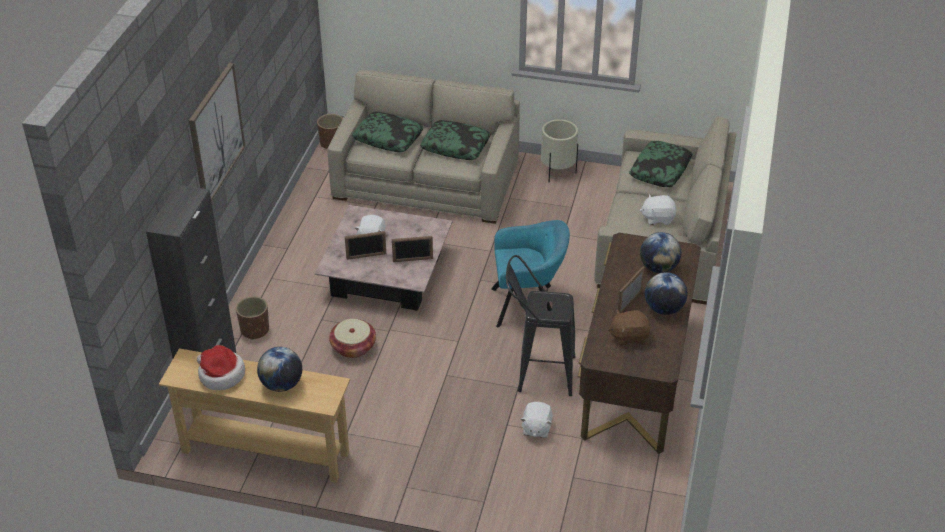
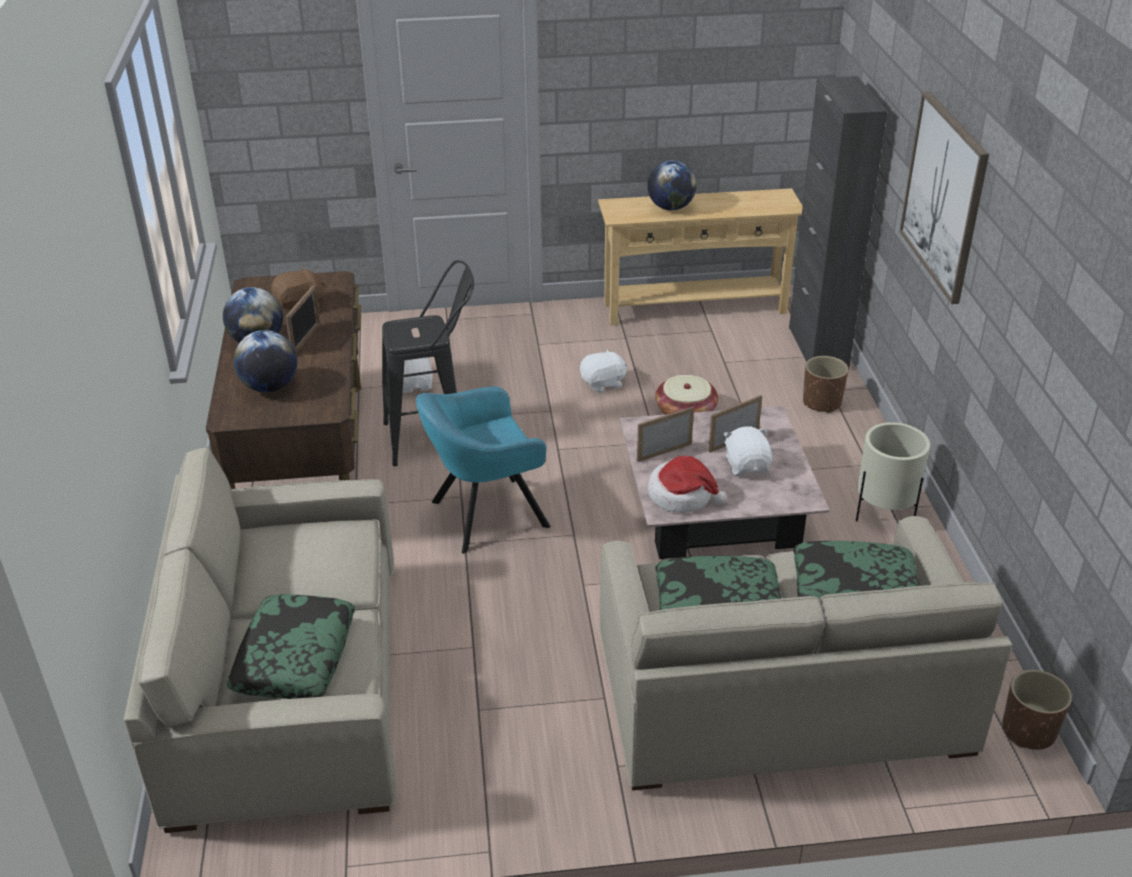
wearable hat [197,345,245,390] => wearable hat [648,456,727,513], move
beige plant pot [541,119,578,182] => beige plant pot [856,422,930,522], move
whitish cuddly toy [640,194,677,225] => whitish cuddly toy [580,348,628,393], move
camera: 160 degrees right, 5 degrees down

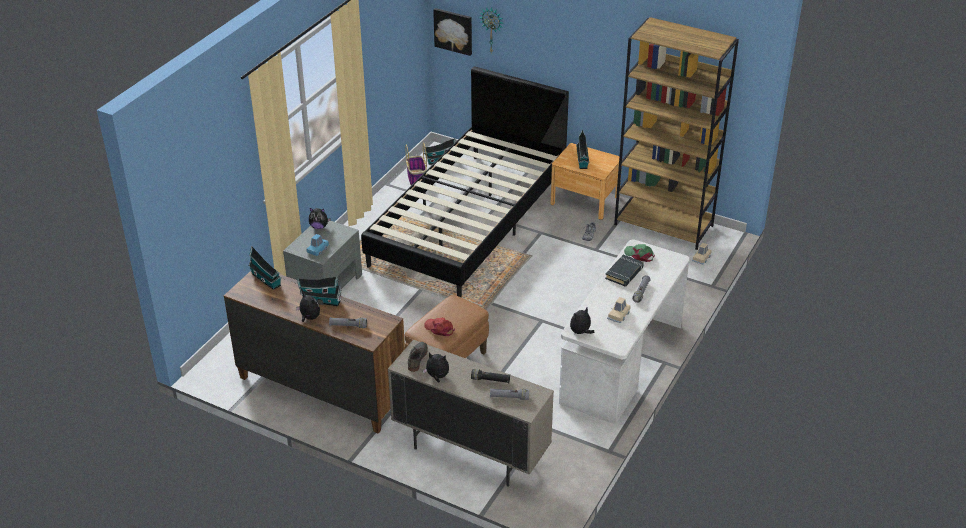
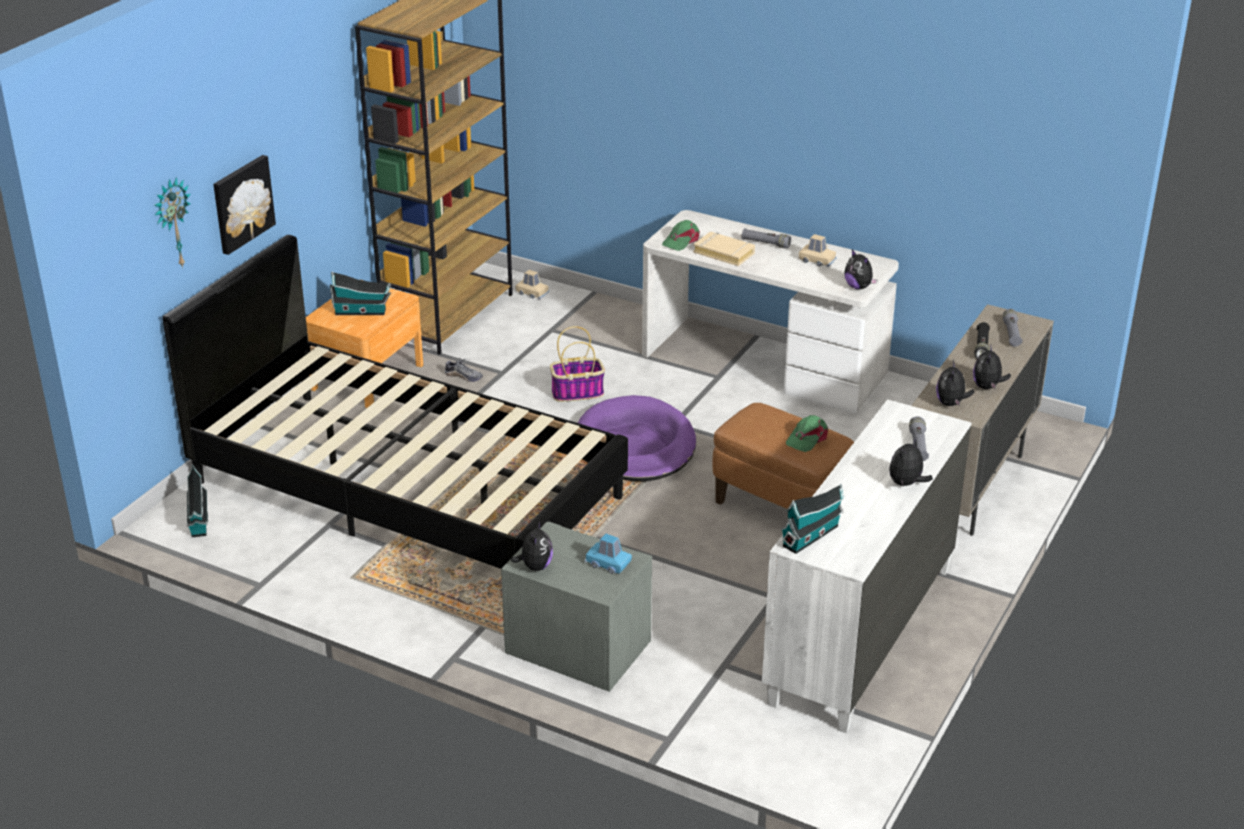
brown dresser [224,271,405,433] => whitish dresser [762,399,972,733]
toy house [297,277,342,306] => nothing
household basket [405,143,427,185] => household basket [550,326,605,402], move
greyish item of footwear [408,342,428,372] => cuddly toy [936,360,974,406]
red baseball cap [424,318,455,336] => green-coloured baseball cap [786,415,828,452]
wall picture [433,8,472,56] => wall picture [213,155,276,255], move
black bound book [605,254,644,287] => beige bound book [693,232,755,266]
nothing => purplish dog bed [578,395,696,481]
camera: 90 degrees left, 5 degrees down

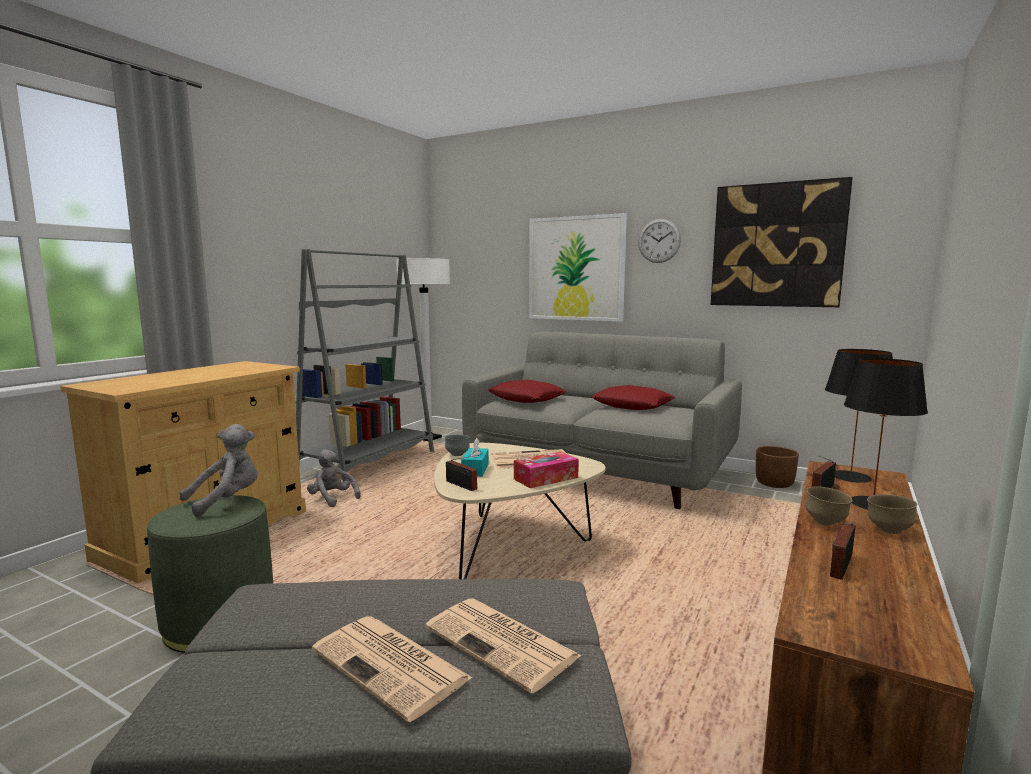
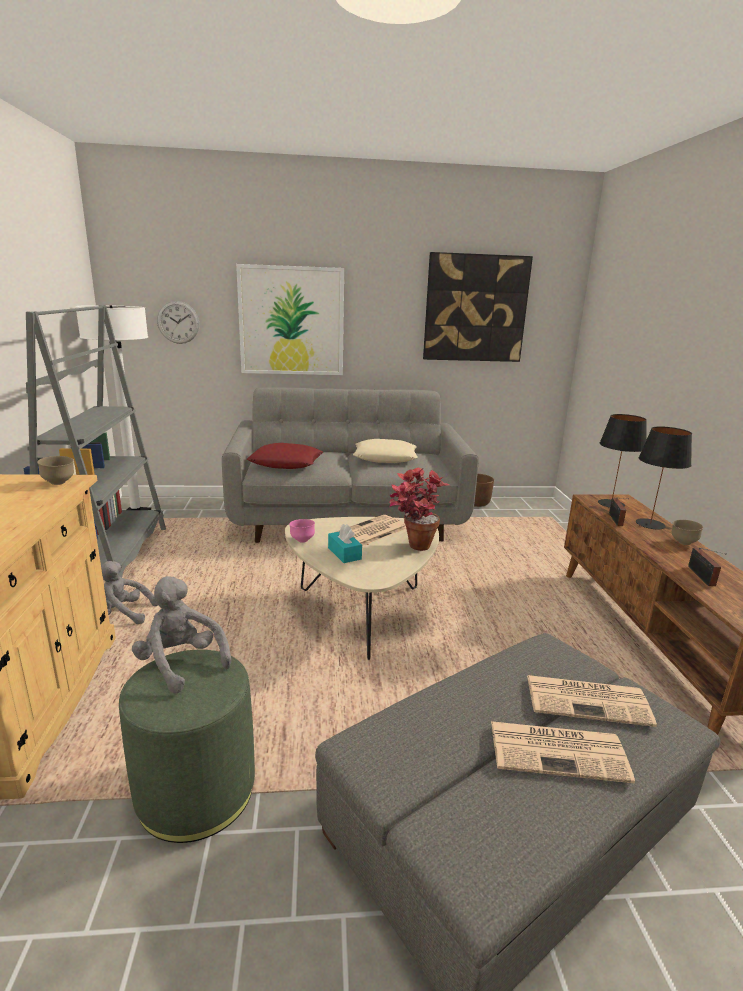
greyish cuddly toy [180,424,258,517] => greyish cuddly toy [132,576,231,693], 60 degrees counterclockwise
greyish deep dish [445,435,470,456] => pink-coloured deep dish [289,519,315,542]
radio receiver [446,455,479,491] => nothing
tissue box [514,452,579,488] => houseplant [389,468,449,551]
red cushion [591,385,675,410] => beige cushion [353,439,418,463]
clock on the wall [638,219,681,263] => clock on the wall [157,301,199,344], move
brown deep dish [805,486,852,526] => brown deep dish [37,456,74,485], move
camera: 35 degrees left, 10 degrees up

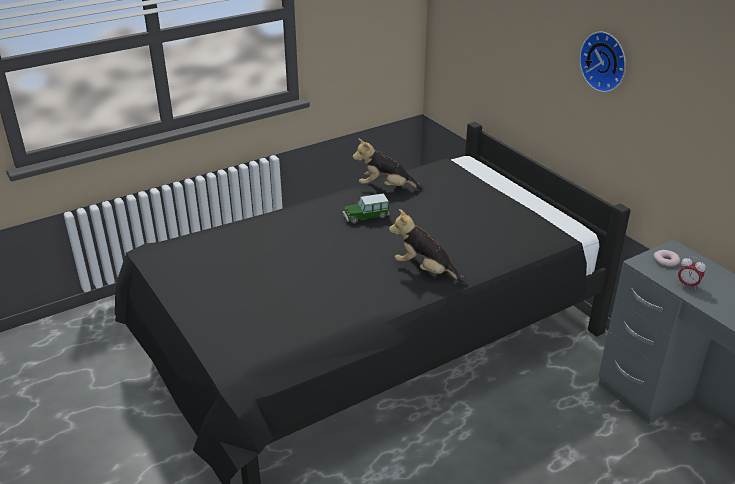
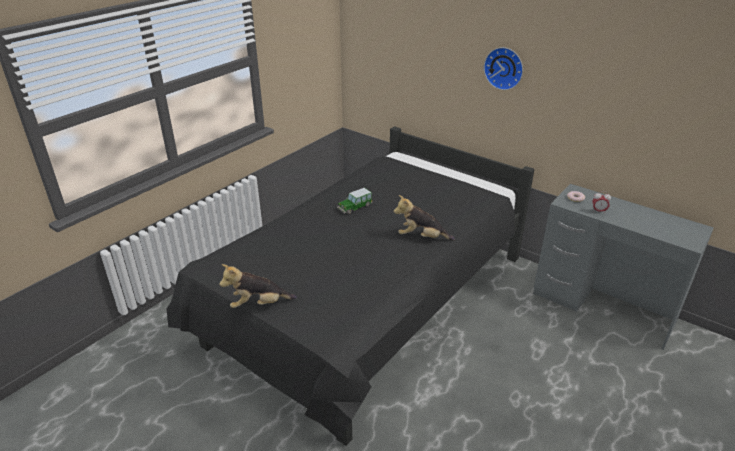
cuddly toy [353,138,423,190] => cuddly toy [219,264,297,308], move
camera: 20 degrees left, 0 degrees up

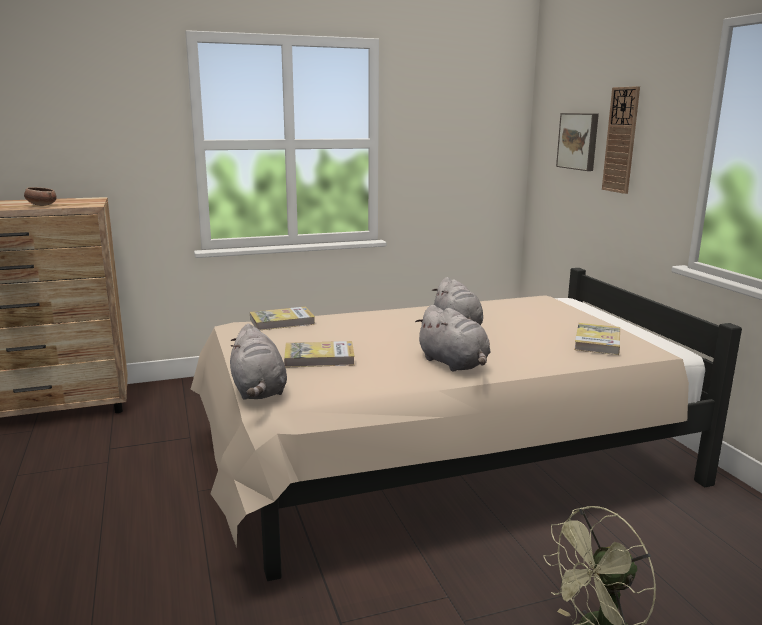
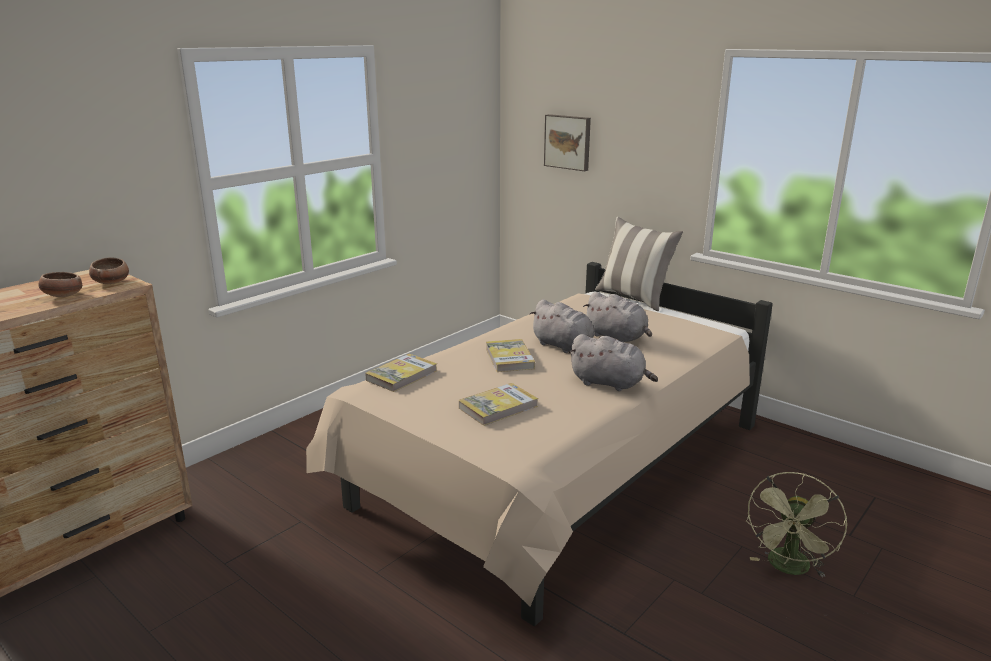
greyish cuddly toy [230,324,287,400] => greyish cuddly toy [583,292,652,342], move
bound book [574,323,620,355] => bound book [486,339,535,372], move
clock on the wall [602,86,640,194] => nothing
nothing => deep dish [89,257,129,284]
nothing => cushion [595,217,683,311]
camera: 30 degrees left, 5 degrees up

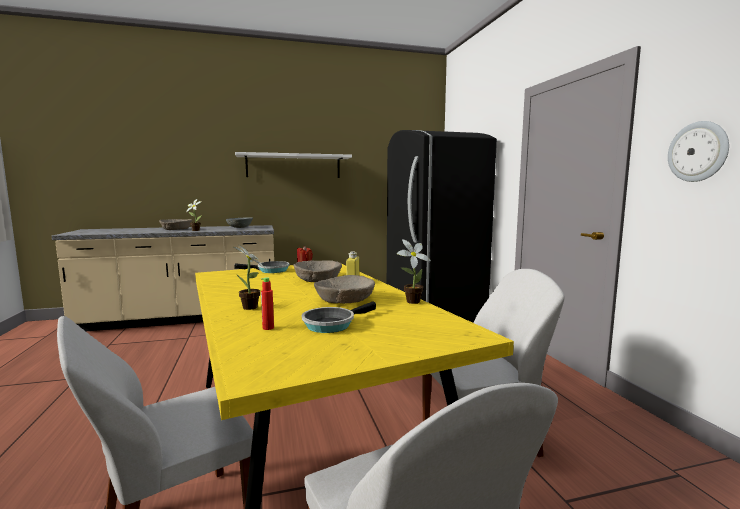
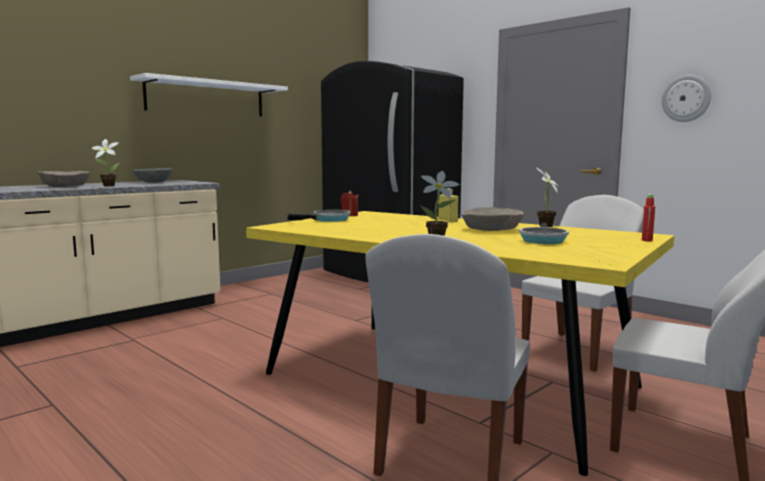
red bottle [261,277,274,330] => red bottle [642,194,655,241], move
beige deep dish [294,260,342,282] => nothing
camera: 30 degrees left, 0 degrees up

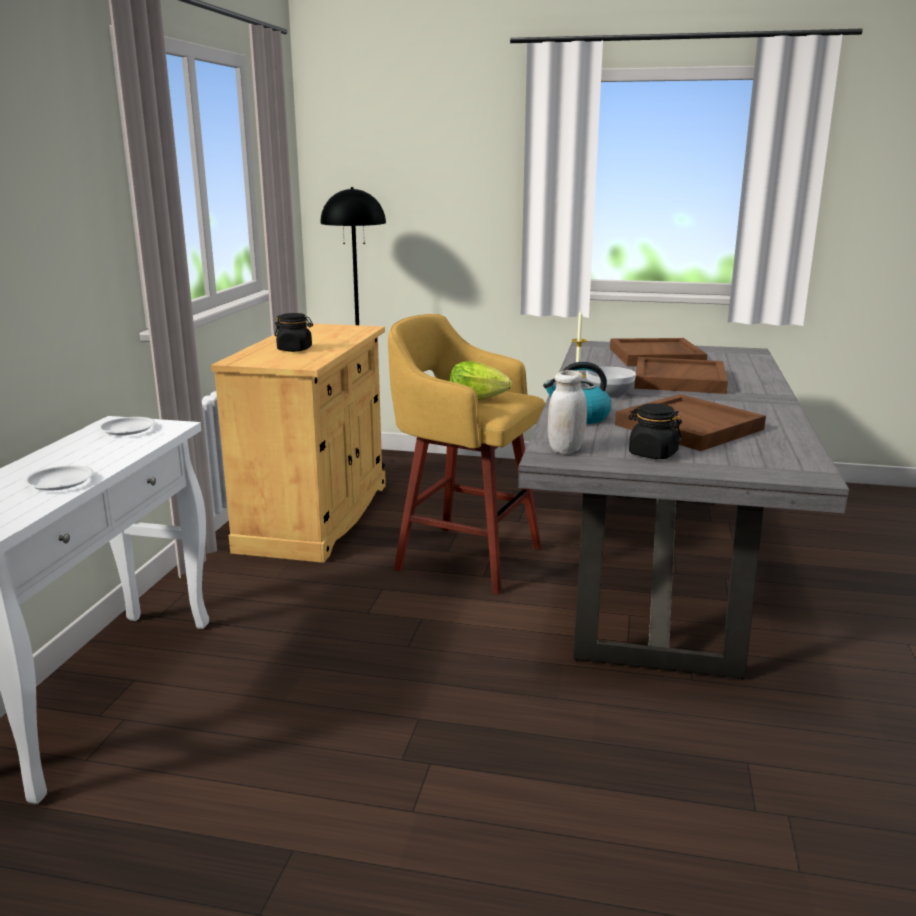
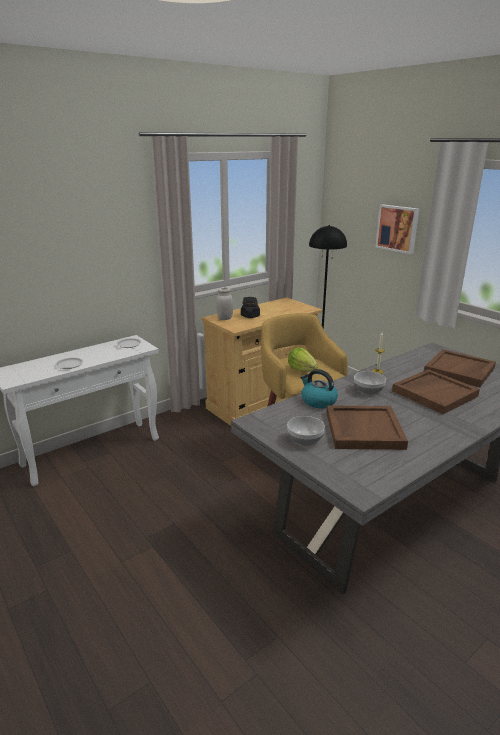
whitish jar [548,370,587,454] => whitish jar [216,287,233,320], move
black jar [629,403,682,459] => deep dish [287,416,325,446]
nothing => wall picture [375,204,419,254]
camera: 40 degrees right, 5 degrees up

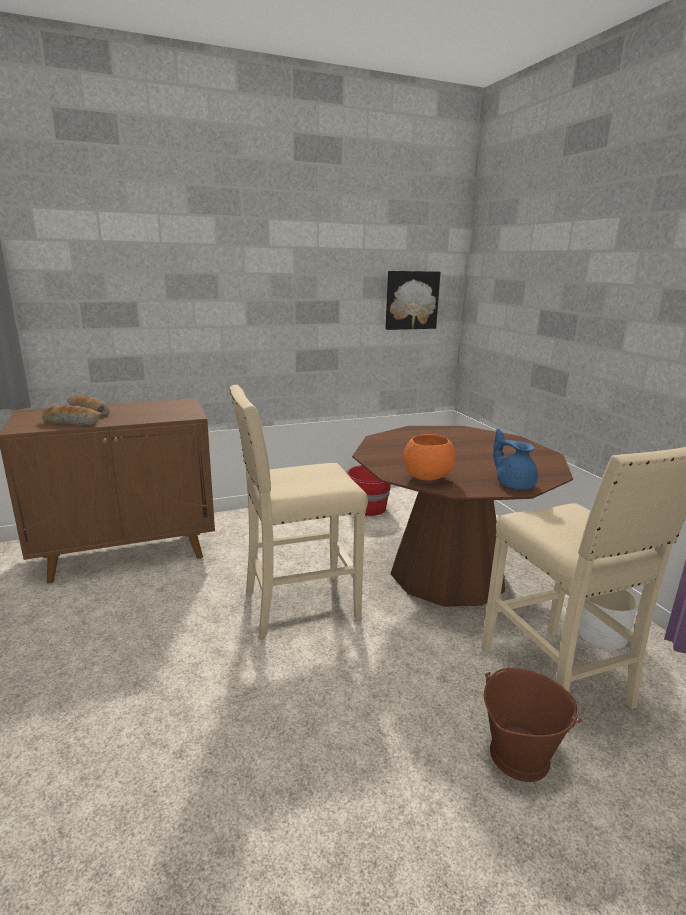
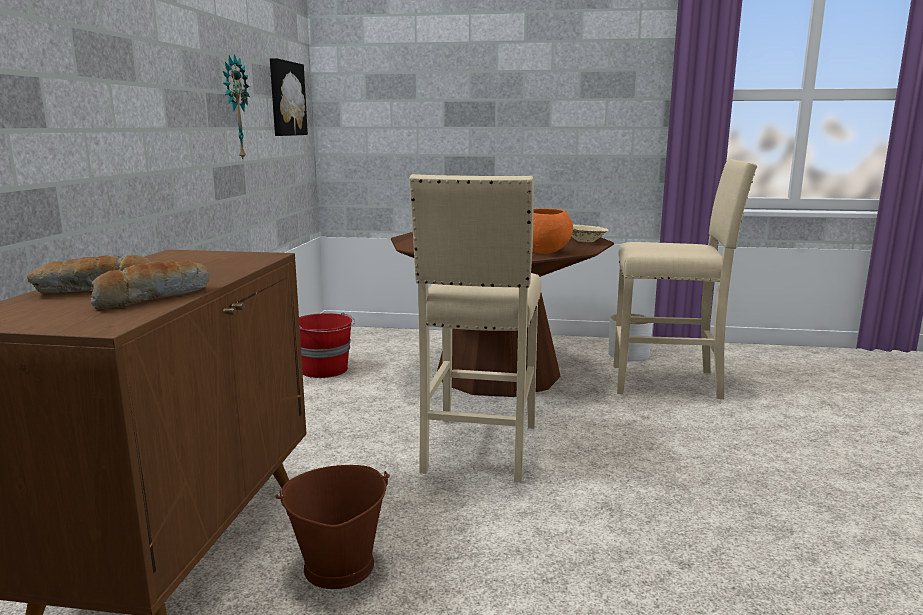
brown bucket [484,668,581,782] => brown bucket [275,465,390,589], move
blue-coloured teapot [493,429,538,489] => beige deep dish [571,225,609,242]
nothing => clock on the wall [223,54,250,159]
camera: 60 degrees left, 5 degrees down

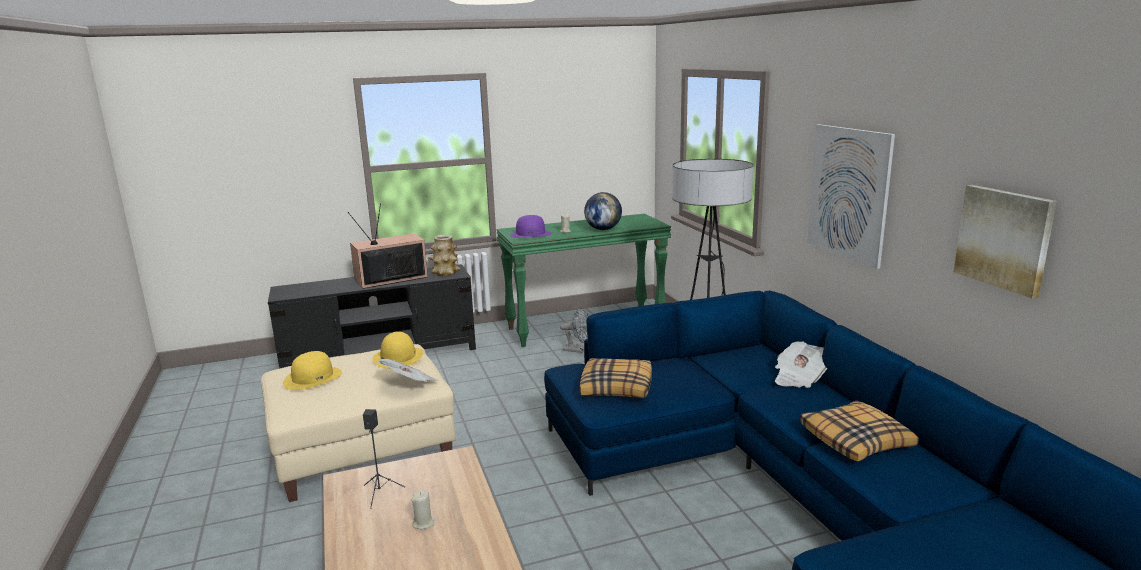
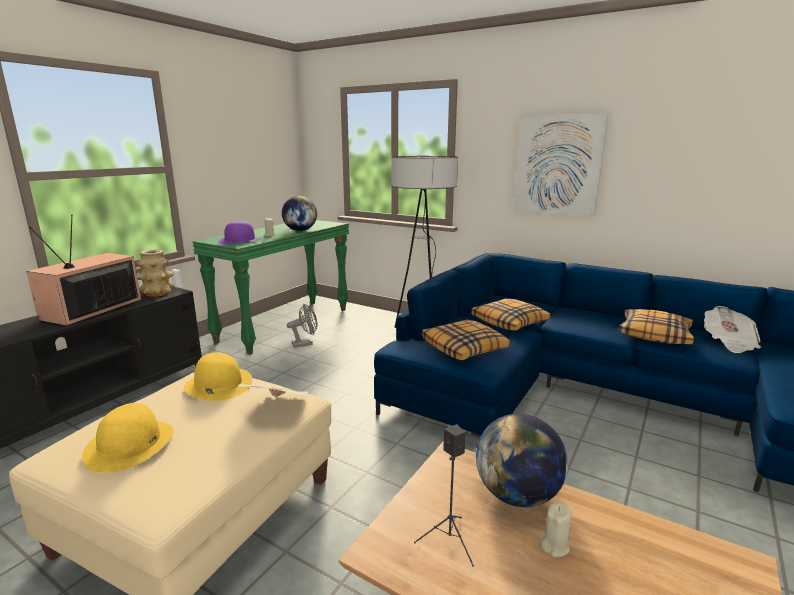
newspaper [775,342,827,388] => newspaper [704,306,761,353], move
wall picture [954,185,1056,298] => nothing
nothing => cushion [471,299,551,331]
nothing => globe [476,414,568,507]
camera: 40 degrees left, 0 degrees up

